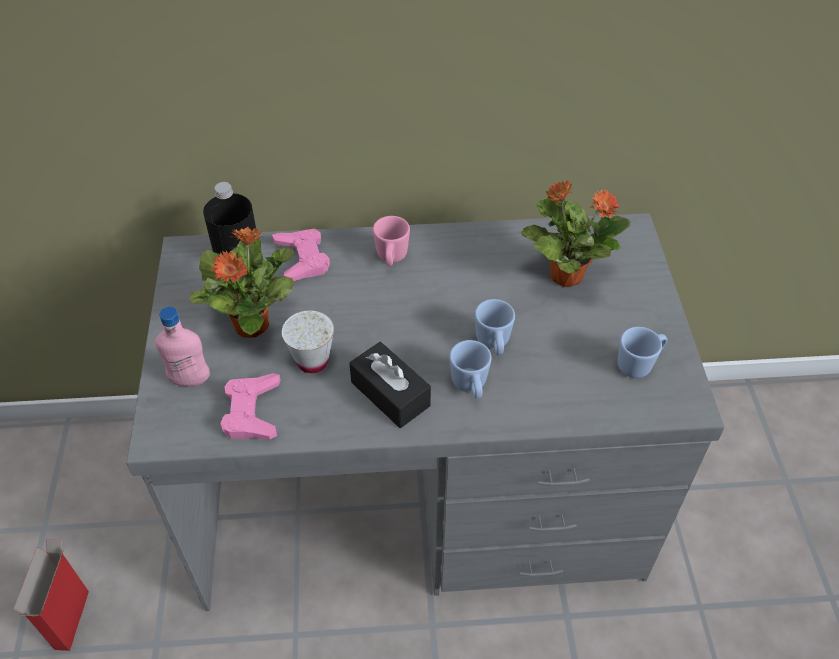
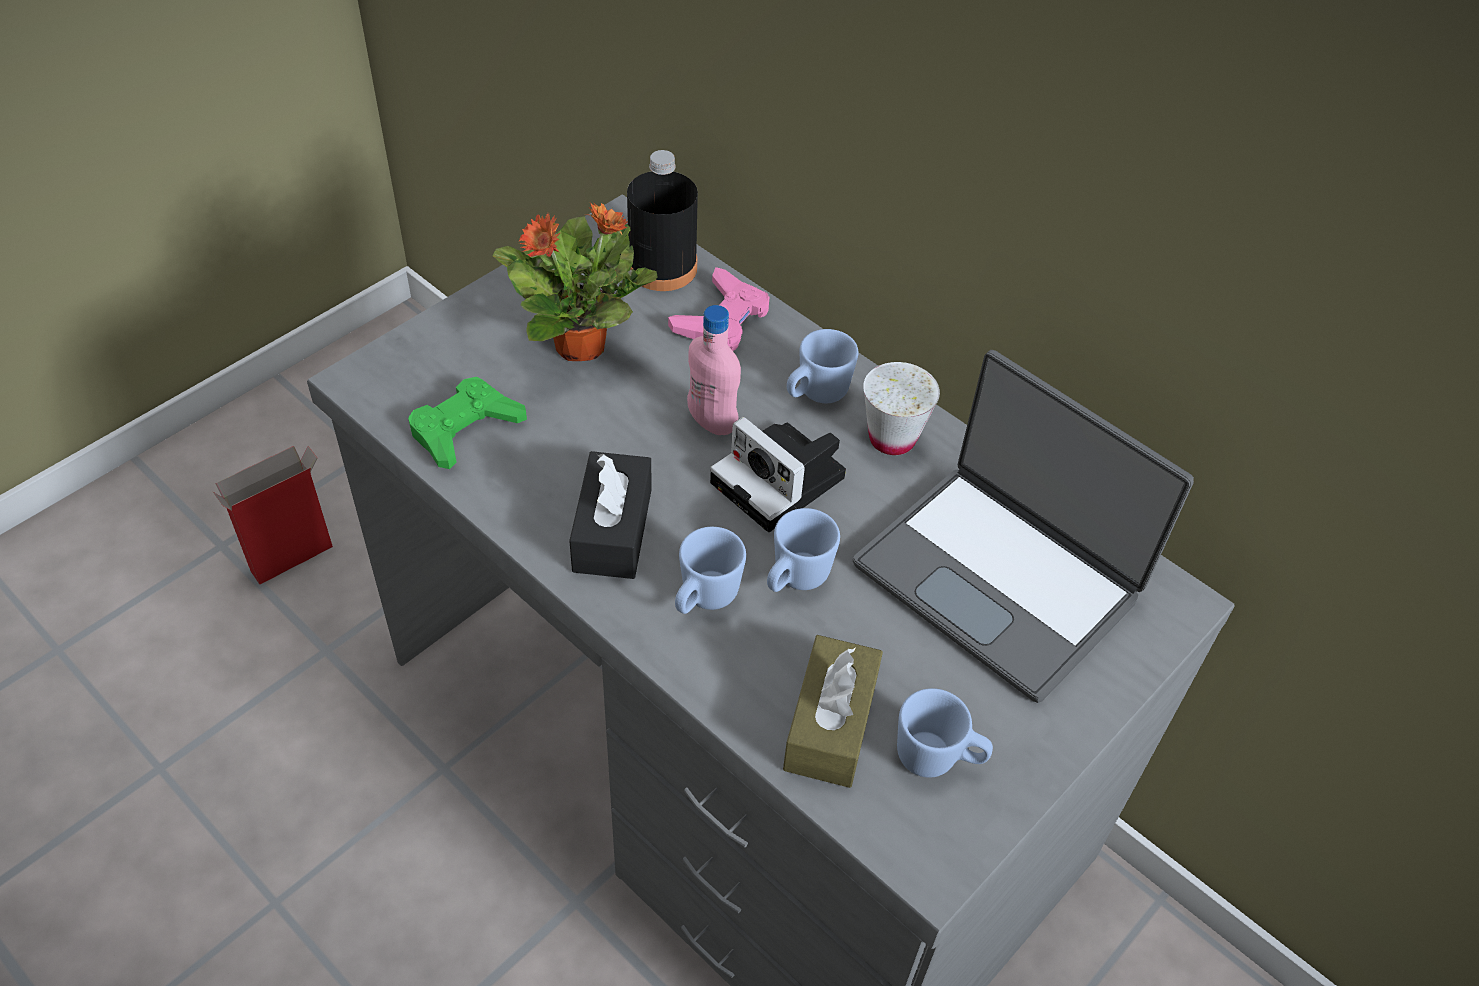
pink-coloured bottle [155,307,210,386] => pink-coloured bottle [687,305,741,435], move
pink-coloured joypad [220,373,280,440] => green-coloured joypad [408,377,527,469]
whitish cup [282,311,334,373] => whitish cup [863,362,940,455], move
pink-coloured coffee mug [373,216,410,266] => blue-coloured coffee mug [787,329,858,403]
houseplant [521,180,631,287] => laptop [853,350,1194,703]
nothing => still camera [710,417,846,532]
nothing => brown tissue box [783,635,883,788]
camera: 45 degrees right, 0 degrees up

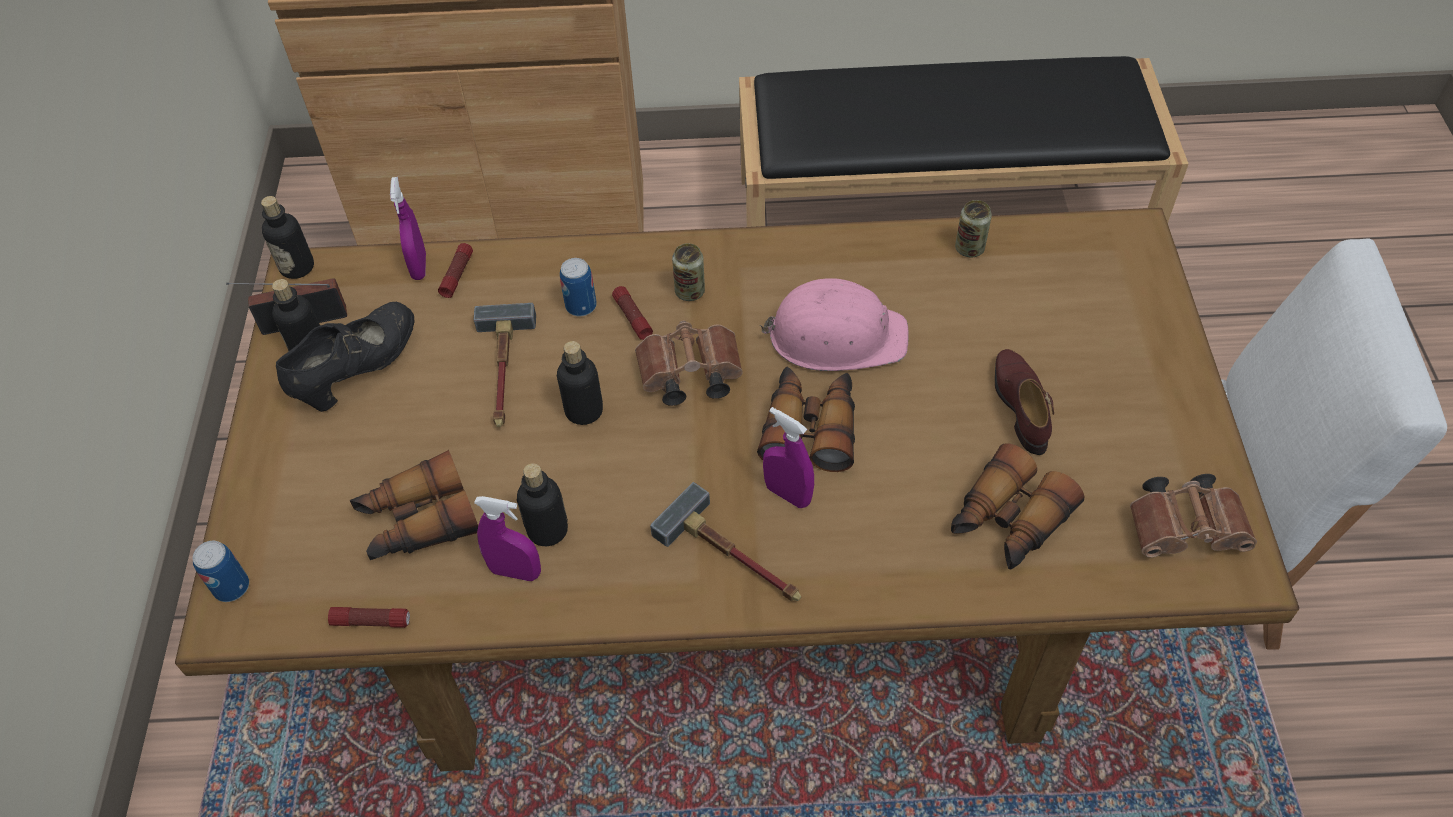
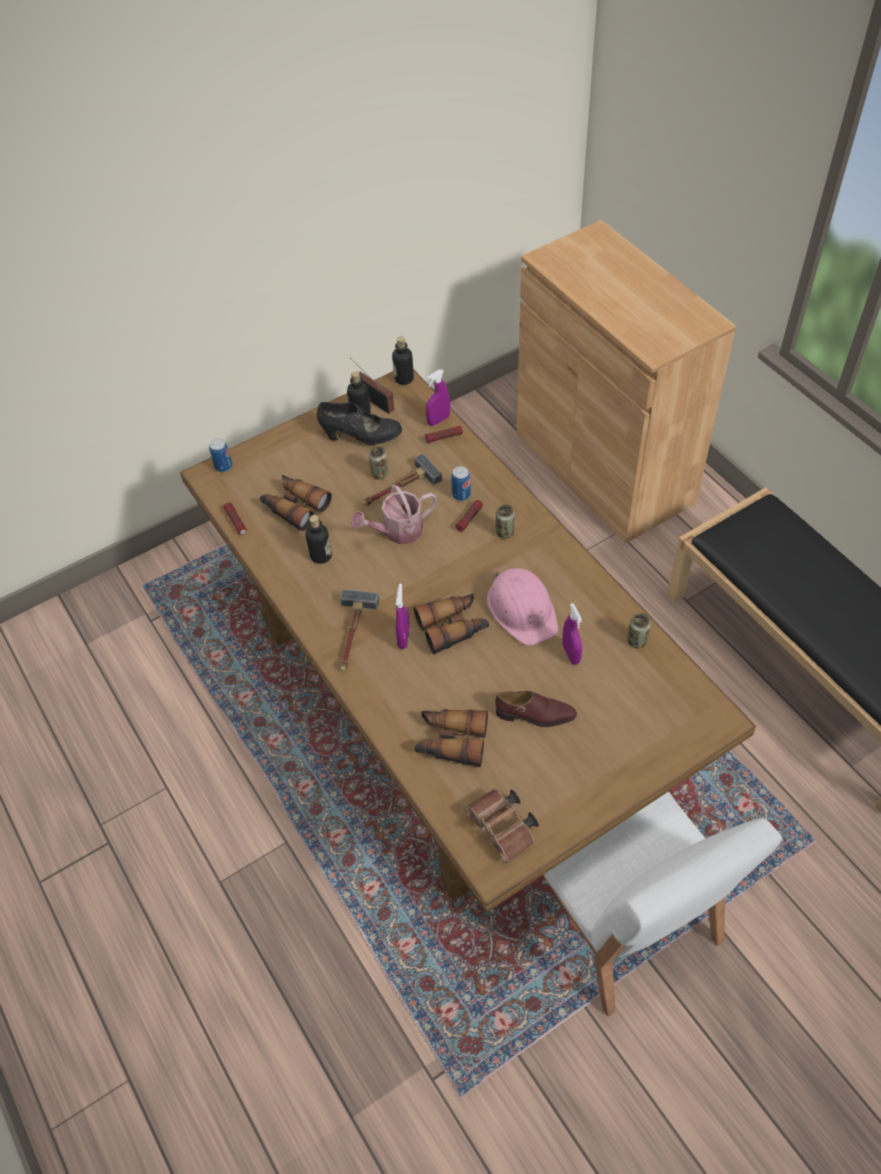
purplish spray bottle [474,496,541,581] => purplish spray bottle [562,603,582,665], move
bottle [557,341,603,425] => sprinkling can [351,485,437,544]
brown binoculars [635,320,743,406] => nothing
brown item of footwear [995,349,1054,455] => brown item of footwear [495,691,577,727], 45 degrees clockwise
nothing => metal can [368,446,389,479]
camera: 60 degrees right, 0 degrees up

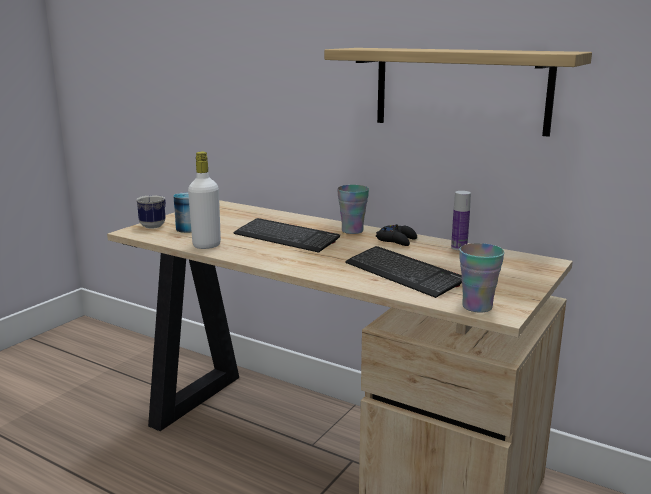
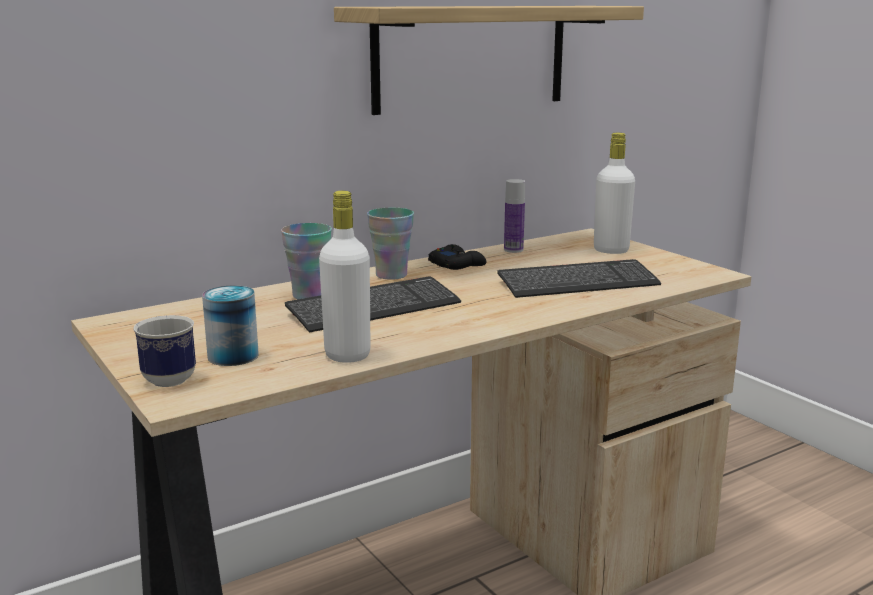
cup [459,243,505,313] => cup [281,223,332,299], move
nothing => whitish bottle [594,133,635,254]
camera: 65 degrees left, 0 degrees up

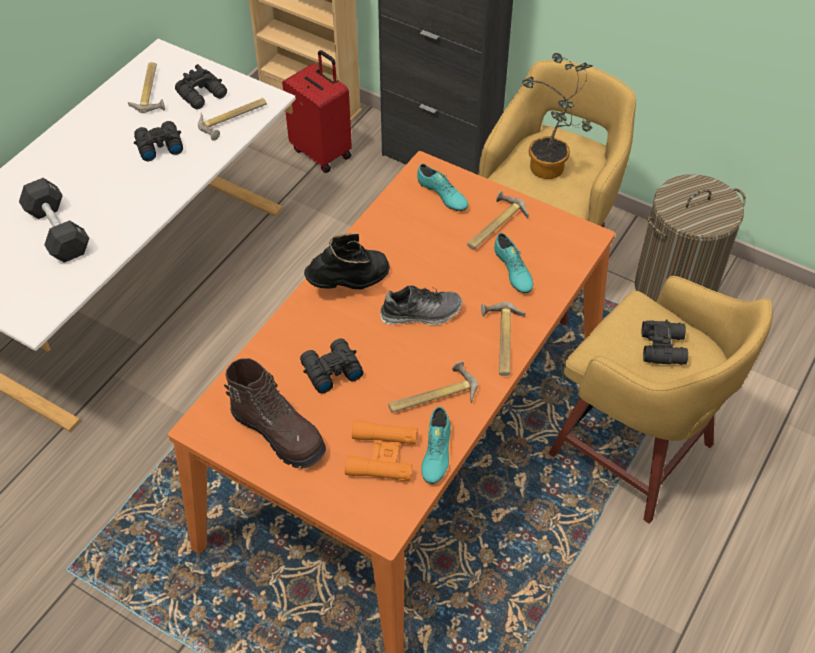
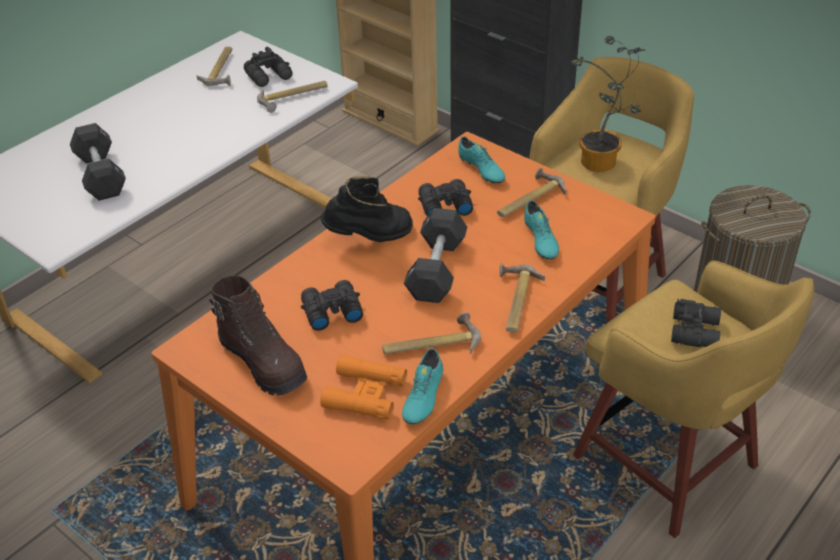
black binoculars [134,121,183,161] => black binoculars [418,179,473,216], move
red suitcase [282,50,352,173] => nothing
item of footwear [380,286,462,325] => black hand weight [404,208,467,303]
camera: 10 degrees right, 10 degrees down

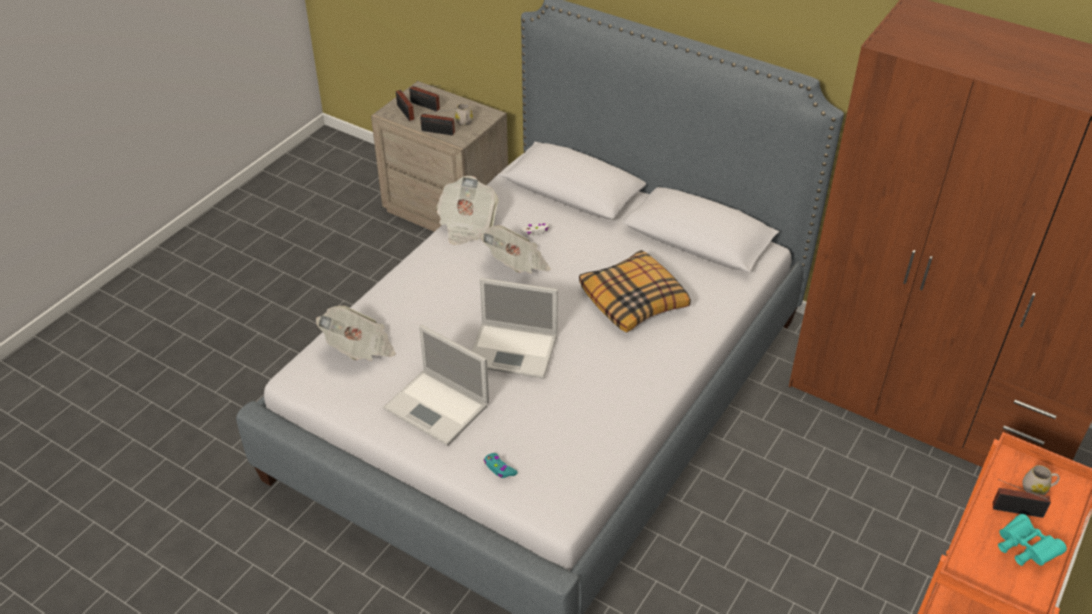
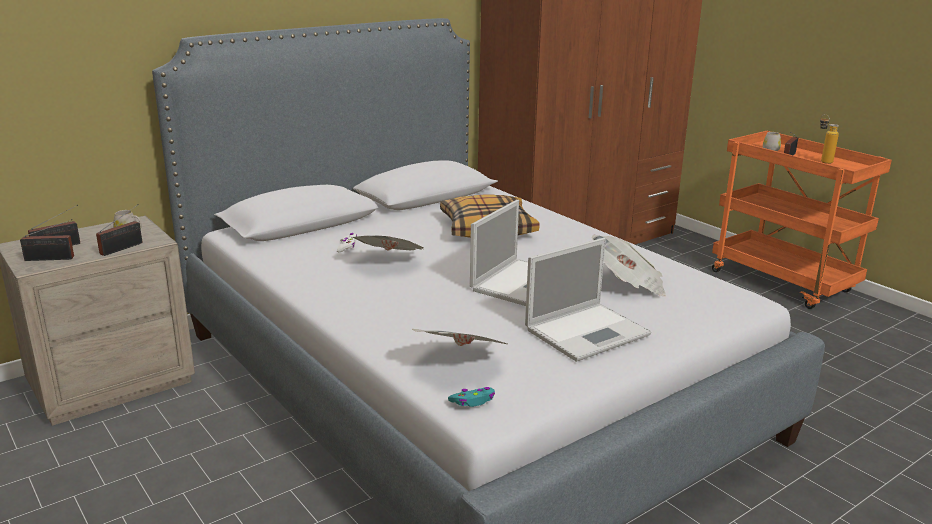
newspaper [436,176,499,245] => newspaper [592,235,666,296], move
turquoise-coloured joypad [484,453,517,478] => turquoise-coloured joypad [448,387,495,407], move
turquoise-coloured binoculars [998,514,1067,566] => bottle [820,114,839,164]
camera: 70 degrees left, 20 degrees down

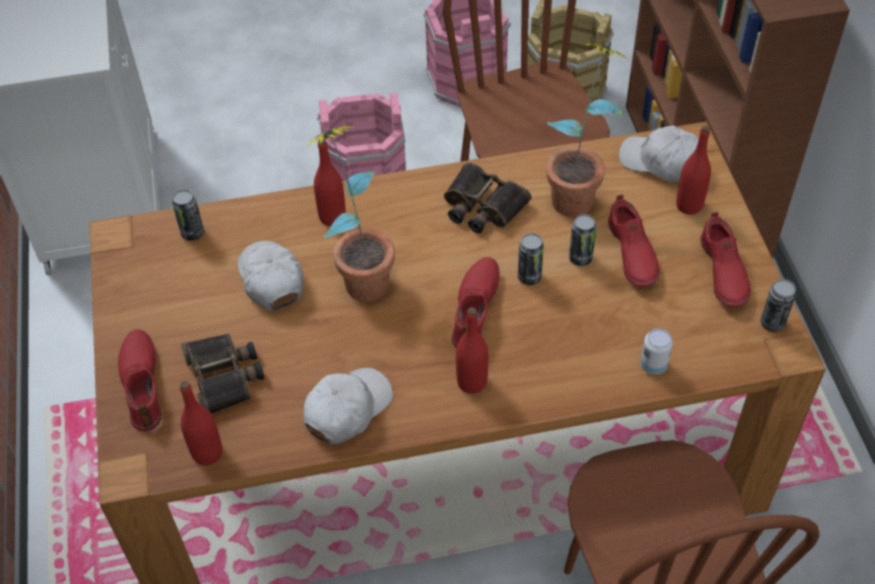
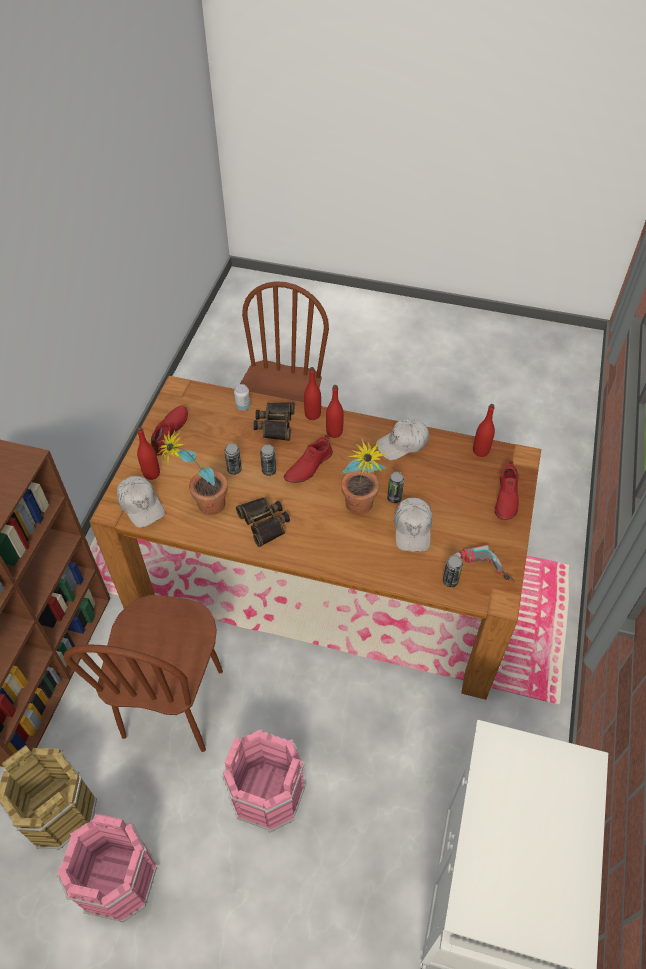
binoculars [181,333,265,414] => binoculars [253,402,295,441], move
red bottle [314,138,346,226] => red bottle [304,367,321,420], move
red item of footwear [608,194,660,287] => nothing
metal can [761,279,796,332] => metal can [387,472,404,503], move
nothing => drill [452,545,514,583]
camera: 155 degrees left, 0 degrees up

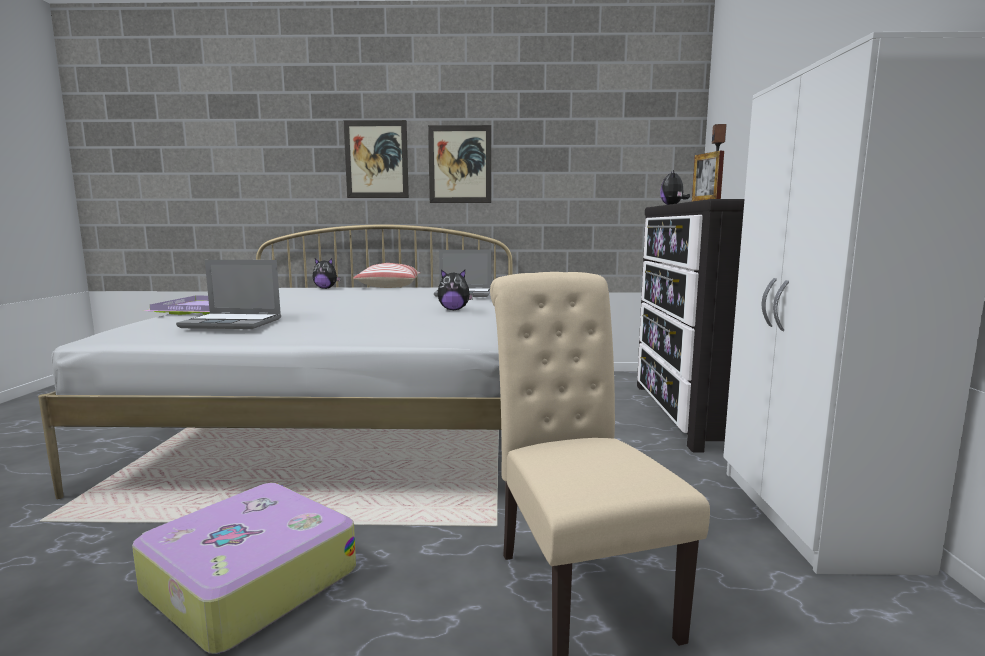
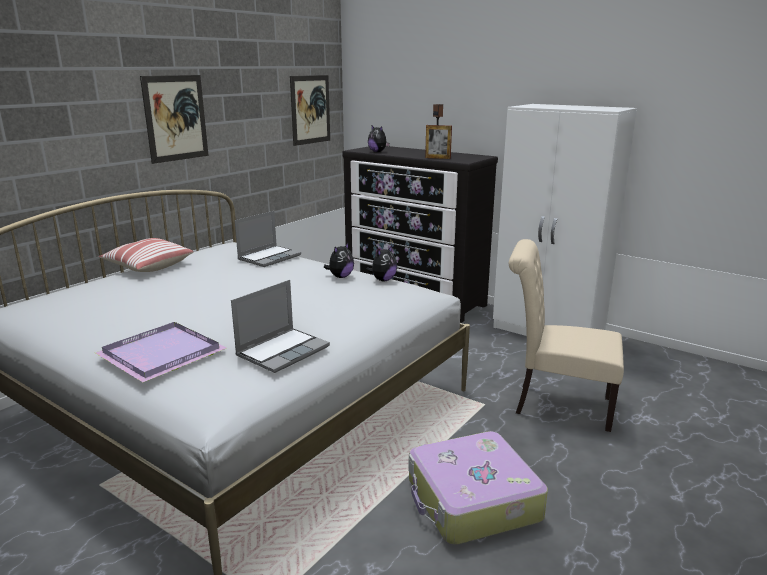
cuddly toy [313,259,341,289] => cuddly toy [366,246,397,281], move
wall picture [344,120,409,198] => wall picture [290,75,330,146], move
camera: 55 degrees left, 10 degrees up

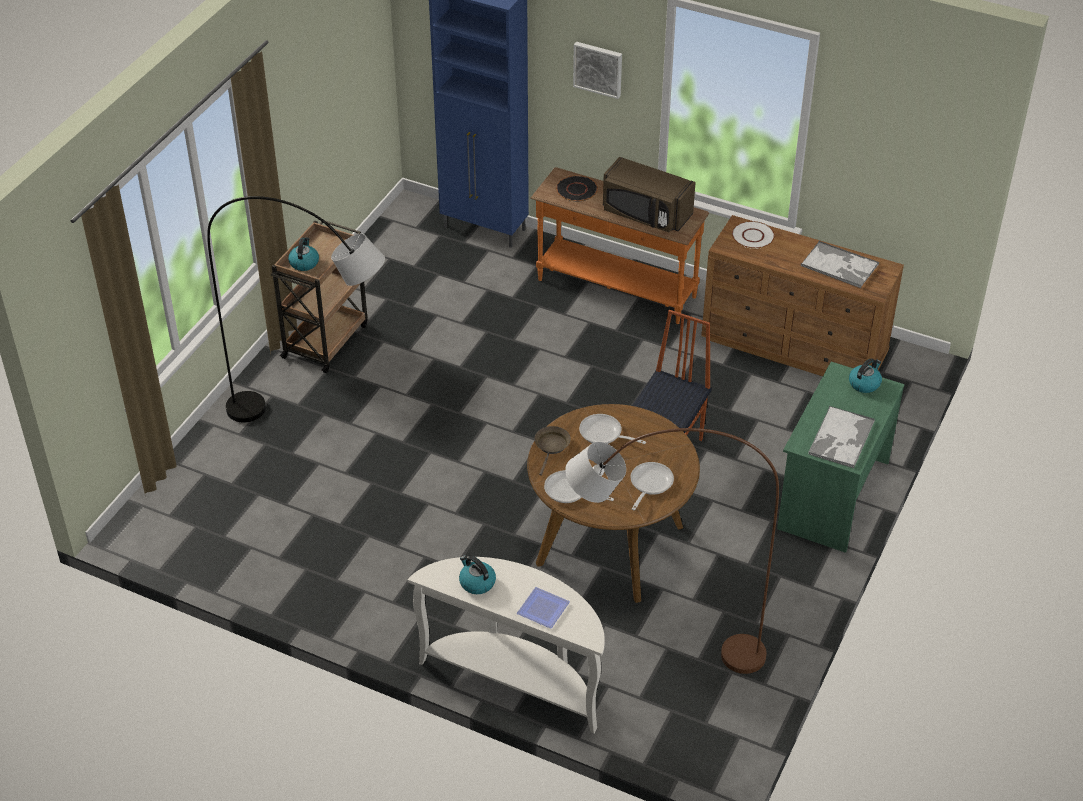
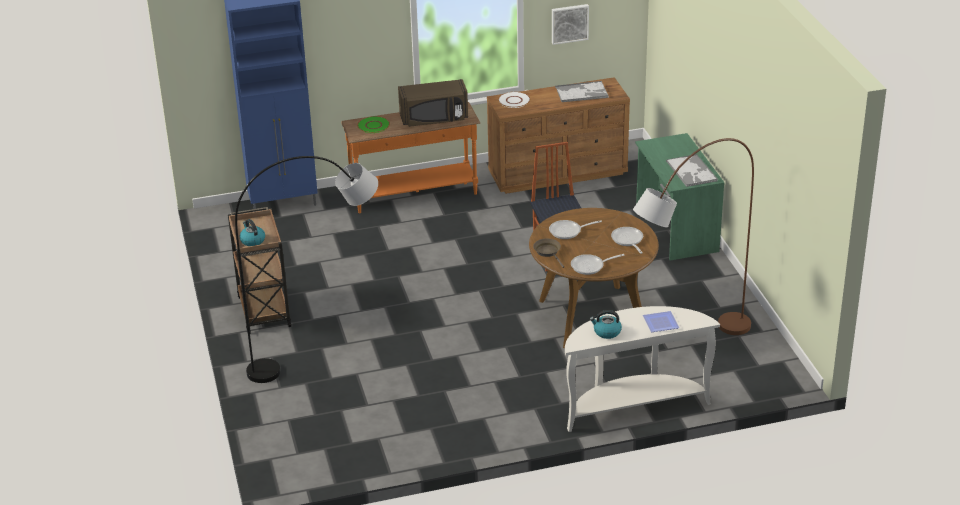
black plate [556,175,598,201] => green-coloured plate [357,116,390,133]
wall picture [573,42,622,99] => wall picture [552,4,589,45], move
tea kettle [849,358,882,393] => nothing
camera: 40 degrees left, 10 degrees down

